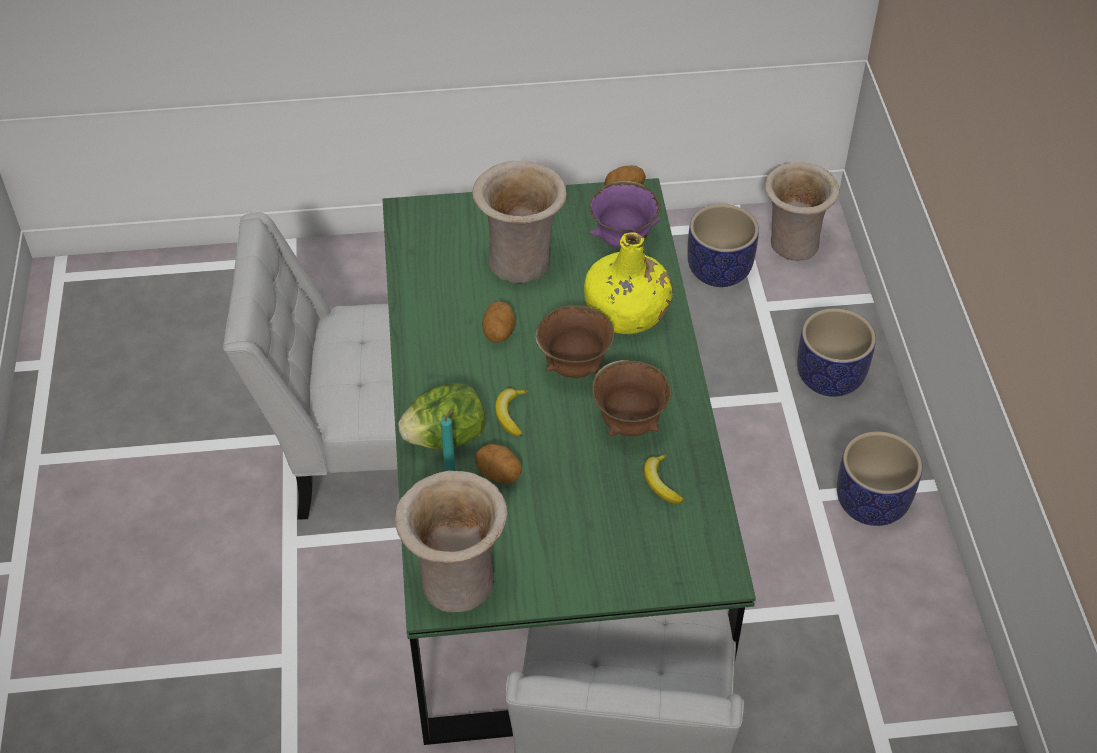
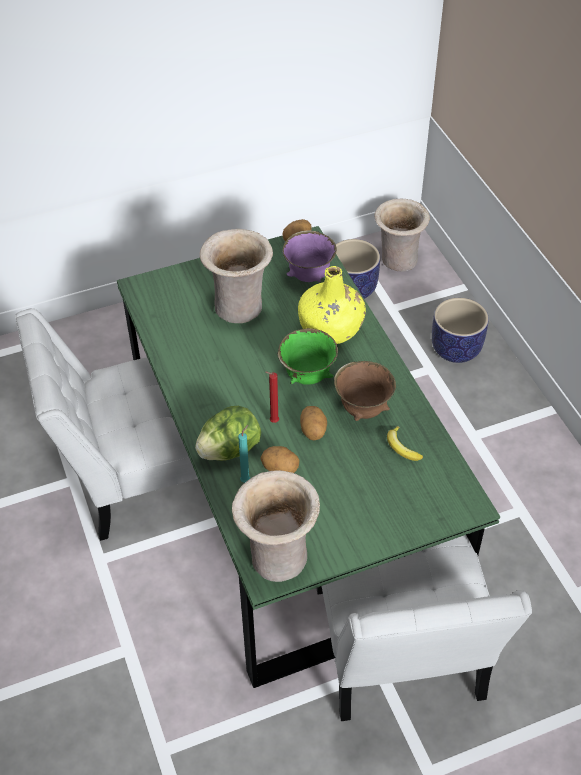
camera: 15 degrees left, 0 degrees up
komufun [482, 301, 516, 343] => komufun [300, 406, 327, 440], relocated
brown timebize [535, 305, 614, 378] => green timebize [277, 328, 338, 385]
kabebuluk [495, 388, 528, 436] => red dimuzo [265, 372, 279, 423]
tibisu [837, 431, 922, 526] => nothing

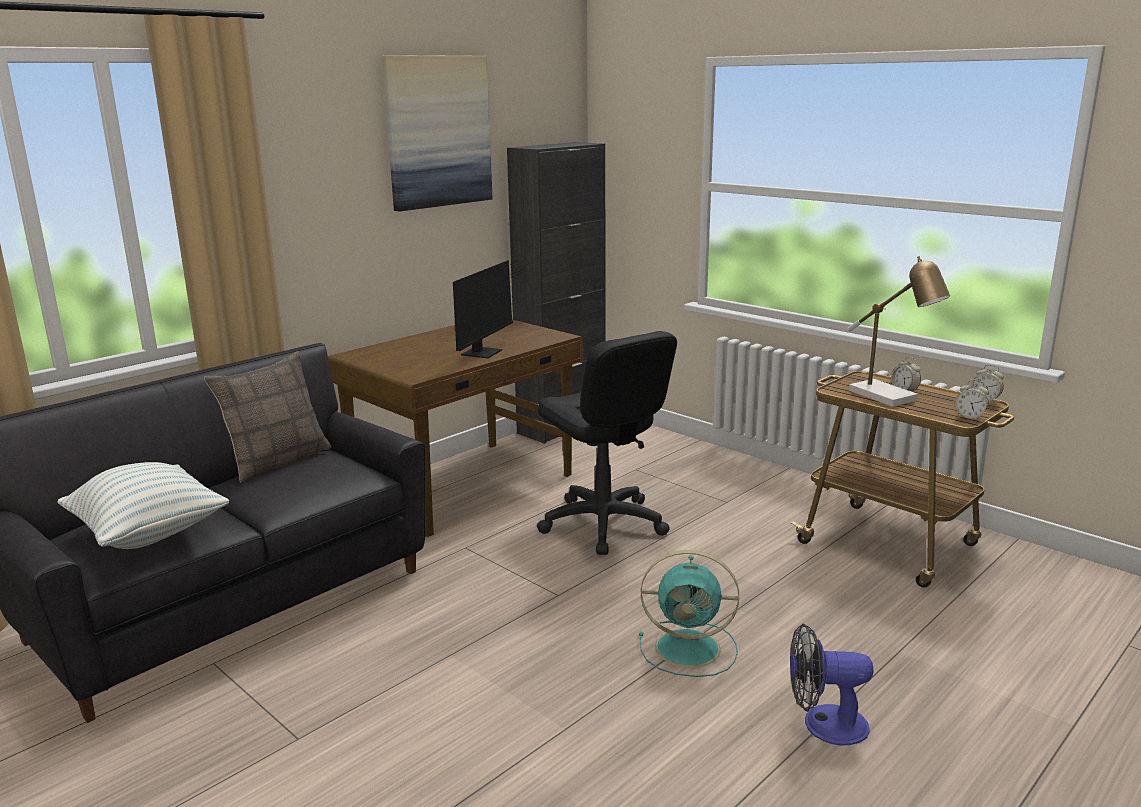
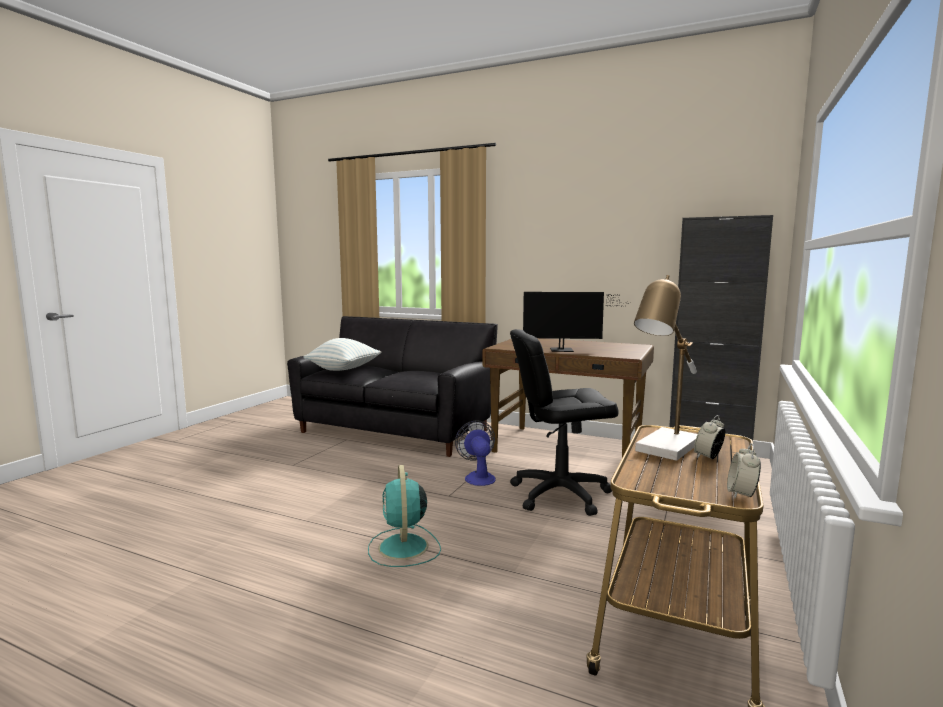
camera: 70 degrees right, 10 degrees down
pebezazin [382, 55, 493, 212] => nothing
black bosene [537, 331, 677, 555] => black bosene [510, 329, 619, 516], 45 degrees clockwise
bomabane [204, 351, 331, 483] => nothing
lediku [955, 380, 989, 420] => nothing
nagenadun [790, 624, 874, 745] => nagenadun [455, 420, 496, 486], relocated

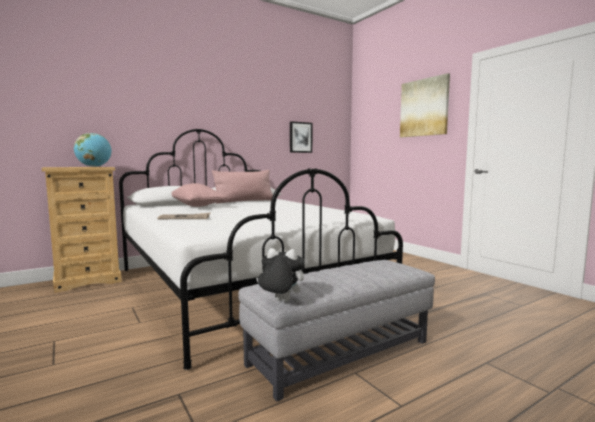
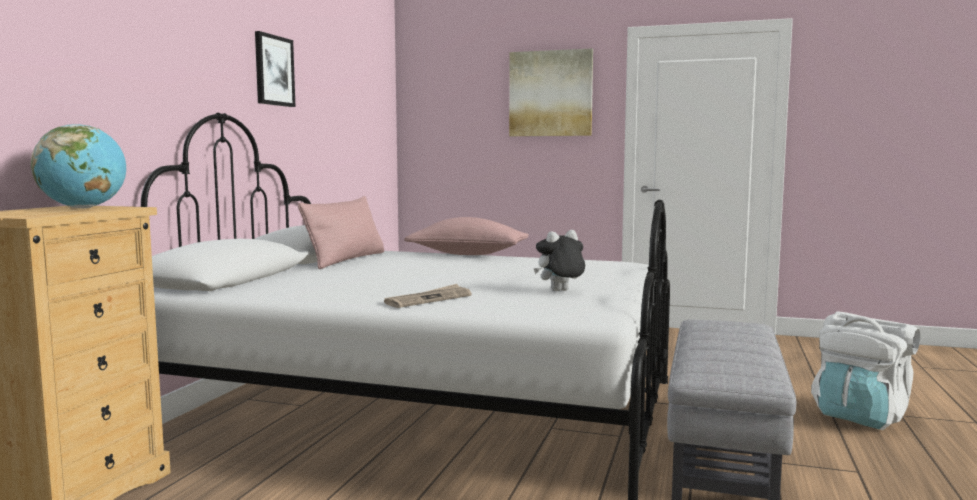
camera: 40 degrees left, 0 degrees up
pebezazin [290, 121, 312, 153] => pebezazin [255, 31, 296, 107], relocated
pink bomabane [172, 183, 227, 207] => pink bomabane [404, 217, 529, 255], relocated
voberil [256, 248, 305, 302] => voberil [533, 230, 585, 291], relocated
nothing => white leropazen [811, 311, 920, 430]

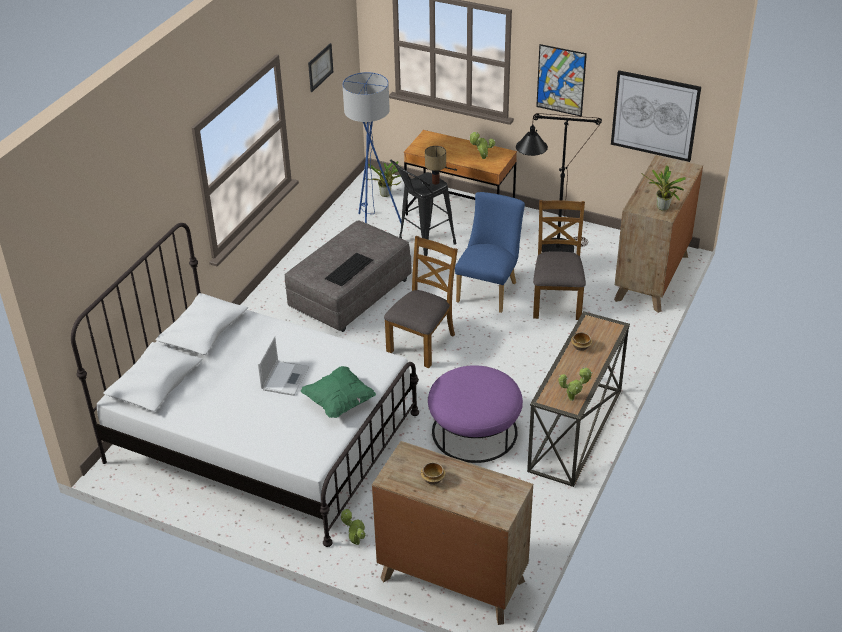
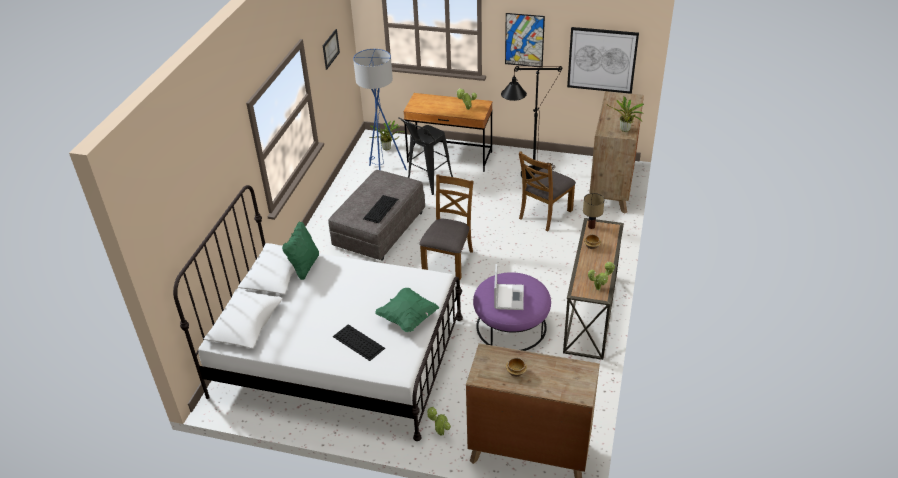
camera: 10 degrees left, 0 degrees up
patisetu [425, 146, 446, 185] => patisetu [583, 193, 605, 229], relocated
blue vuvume [455, 192, 525, 313] => nothing
brown vuvume [533, 200, 586, 320] => brown vuvume [519, 151, 576, 232], 135 degrees counterclockwise
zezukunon [258, 336, 309, 396] => zezukunon [494, 264, 524, 310], relocated
nothing => green bomabane [282, 221, 319, 280]
nothing => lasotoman [333, 324, 385, 361]

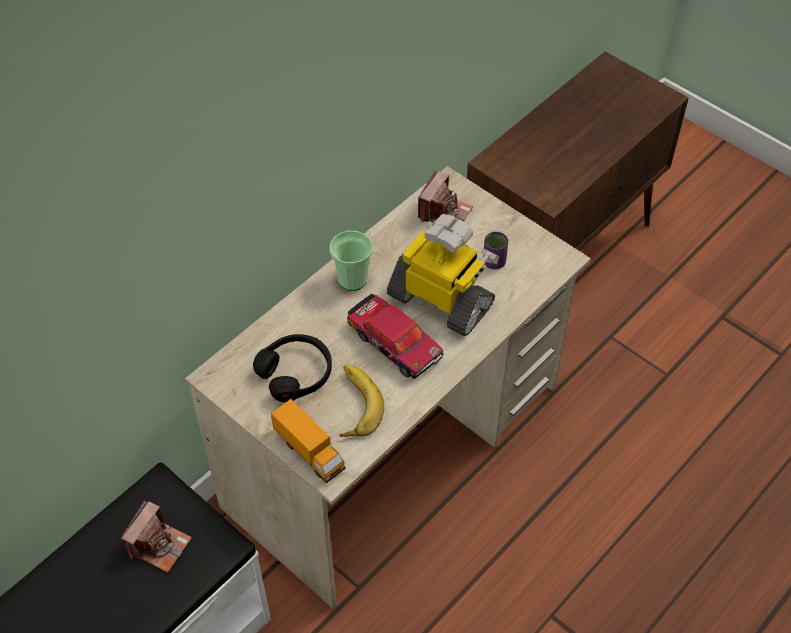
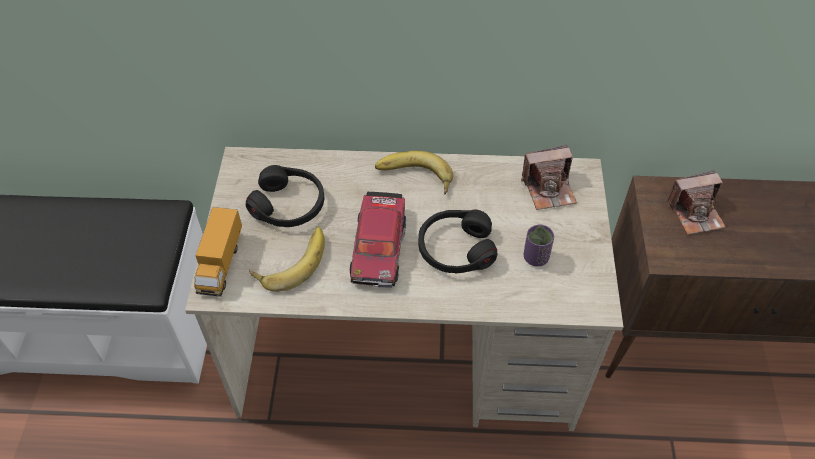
camera: 50 degrees right, 0 degrees up
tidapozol [387, 214, 499, 336] => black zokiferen [418, 210, 498, 273]
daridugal [329, 231, 373, 291] => kabebuluk [375, 151, 453, 194]
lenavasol [121, 500, 192, 573] => lenavasol [667, 170, 725, 235], relocated

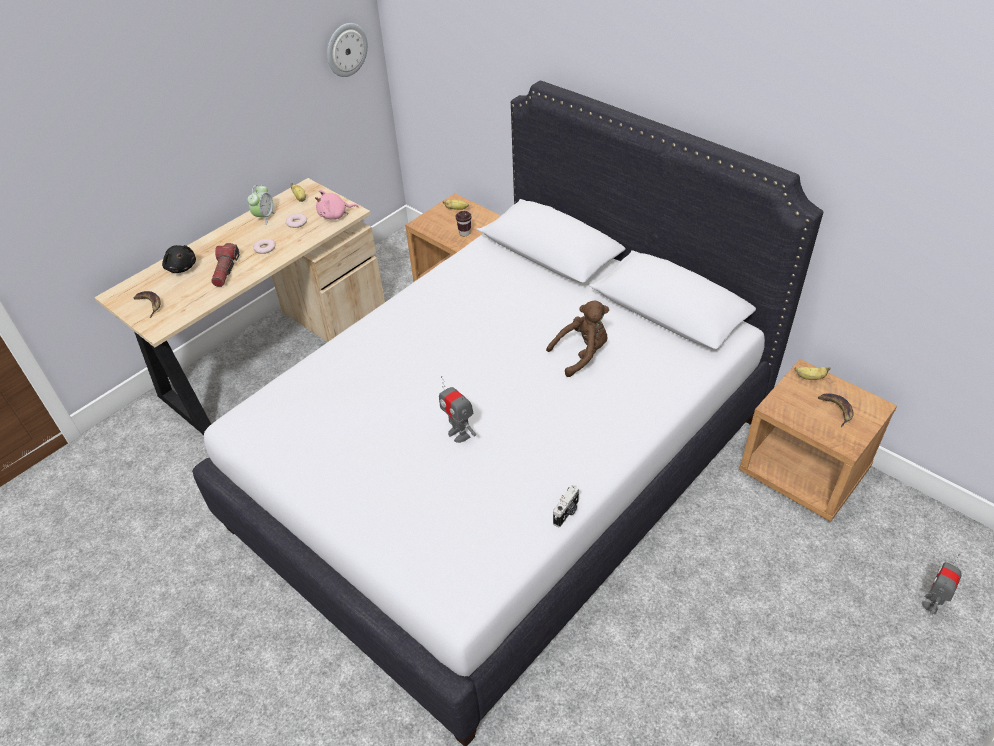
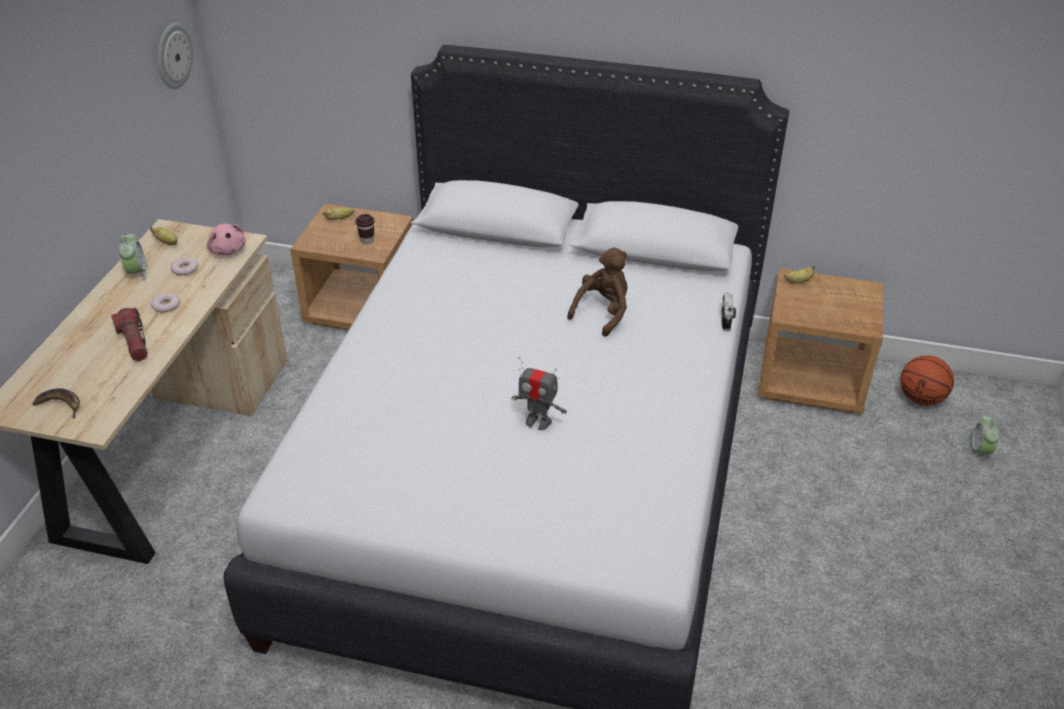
camera: 30 degrees left, 5 degrees down
pink voberil [315, 190, 359, 220] => pink voberil [206, 224, 246, 256], 75 degrees counterclockwise
black voberil [162, 245, 196, 273] => nothing
kabebuluk [818, 393, 854, 427] => nothing
lenavasol [553, 485, 579, 527] => lenavasol [721, 292, 736, 331], relocated
tidapozol [922, 554, 962, 614] => lediku [969, 415, 999, 461]
nothing => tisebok [900, 355, 954, 406]

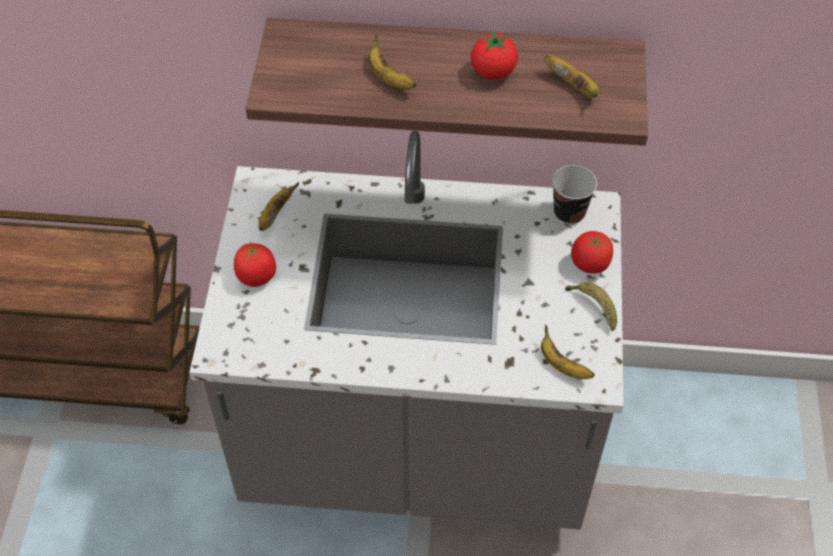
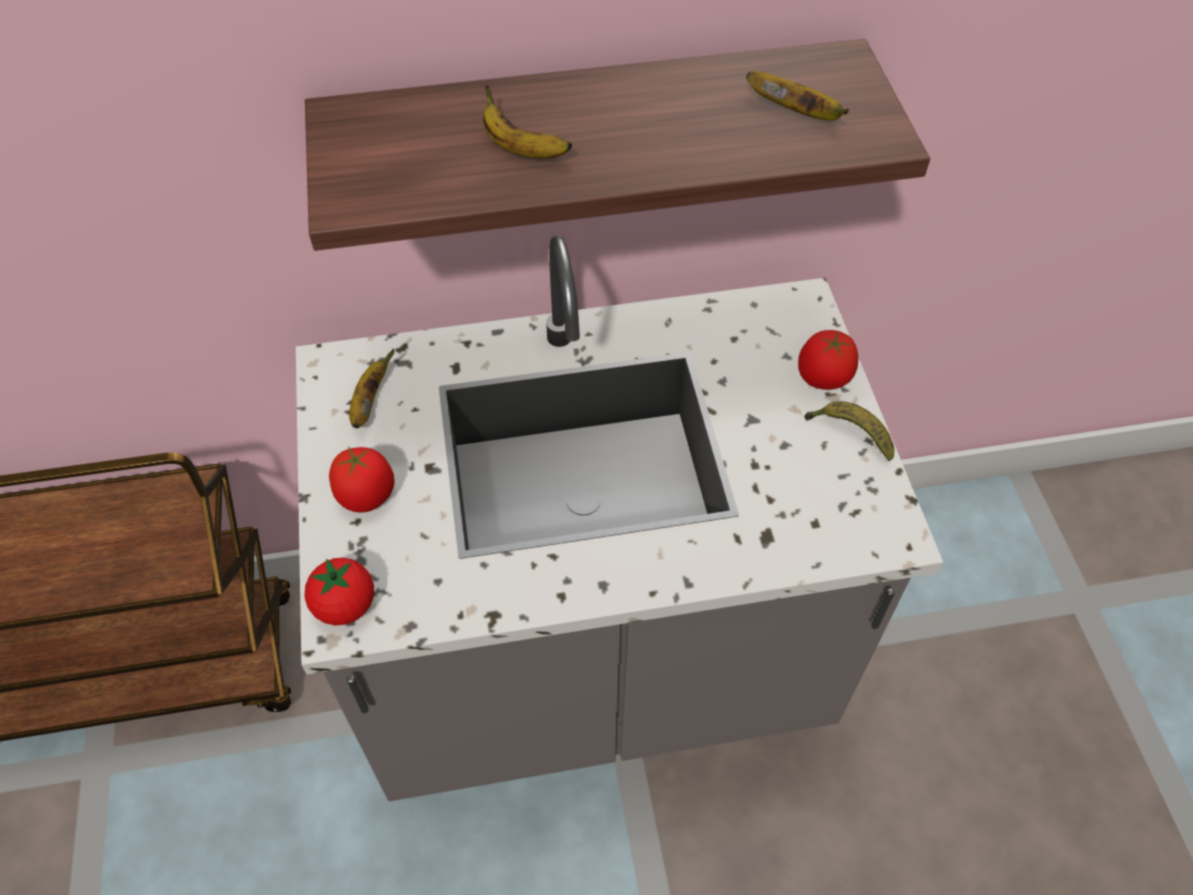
camera: 15 degrees left, 0 degrees up
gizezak [471, 30, 518, 80] => gizezak [304, 558, 374, 625], relocated
daridugal [552, 165, 597, 224] => nothing
kabebuluk [541, 324, 595, 379] => nothing

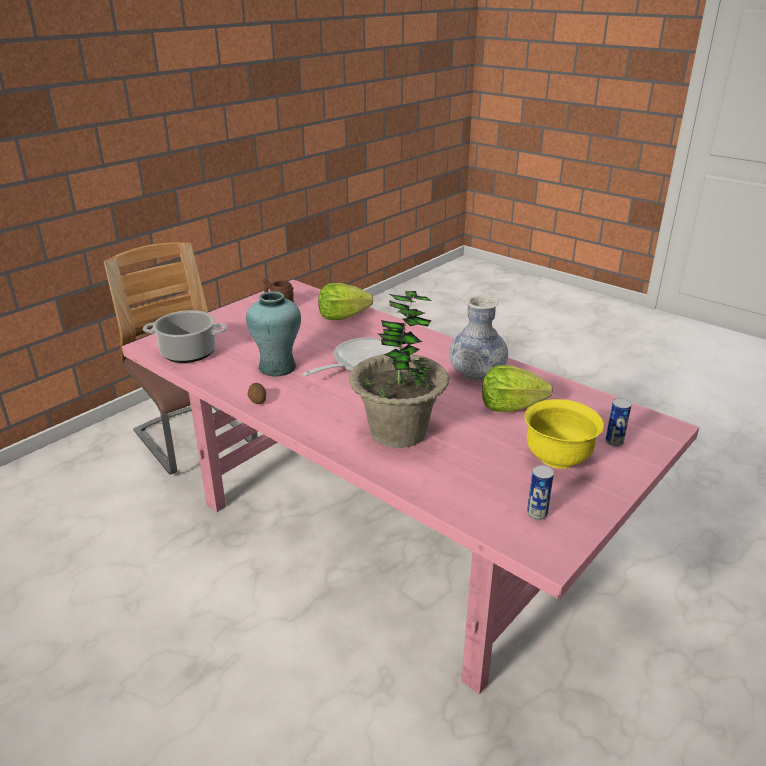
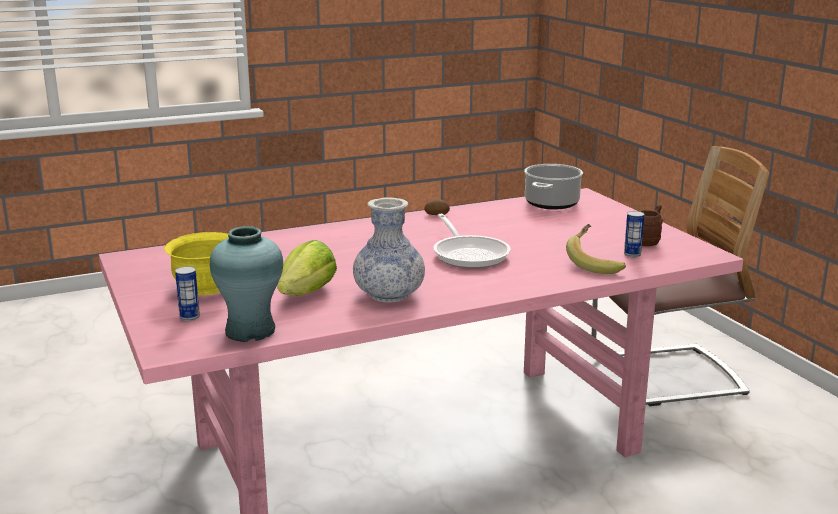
camera: 115 degrees right, 10 degrees down
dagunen [318, 283, 374, 320] => kabebuluk [566, 224, 626, 274]
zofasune [349, 291, 449, 448] => nothing
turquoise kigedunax [246, 292, 301, 377] => turquoise kigedunax [210, 226, 283, 342], relocated
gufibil [527, 465, 554, 520] => gufibil [624, 211, 644, 257], relocated

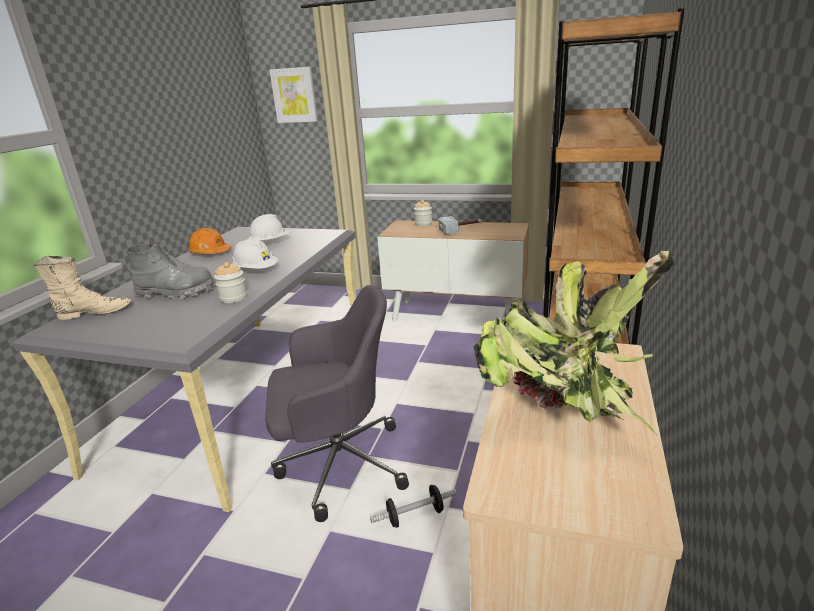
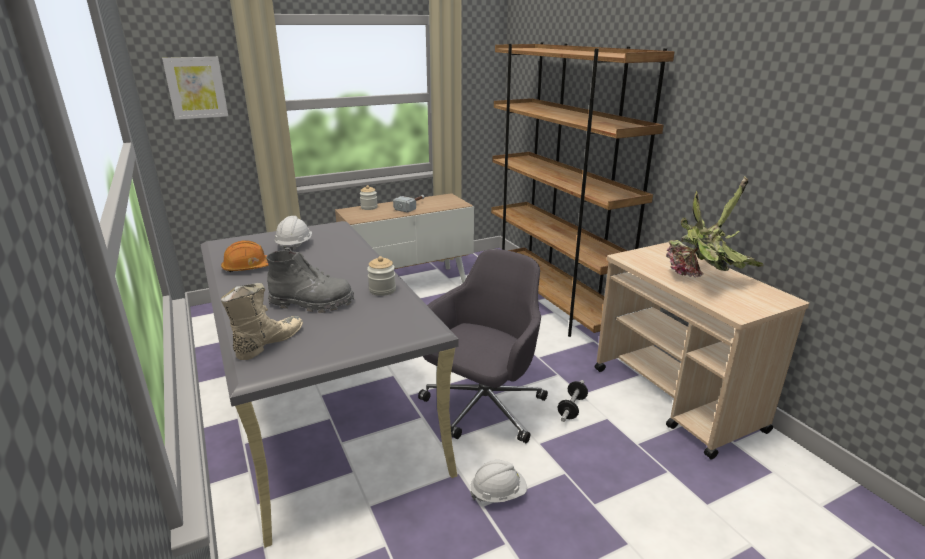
camera: 45 degrees left, 0 degrees up
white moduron [232, 238, 278, 269] => white moduron [470, 460, 527, 503], relocated
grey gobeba [126, 244, 215, 299] => grey gobeba [266, 250, 354, 313], 45 degrees clockwise

